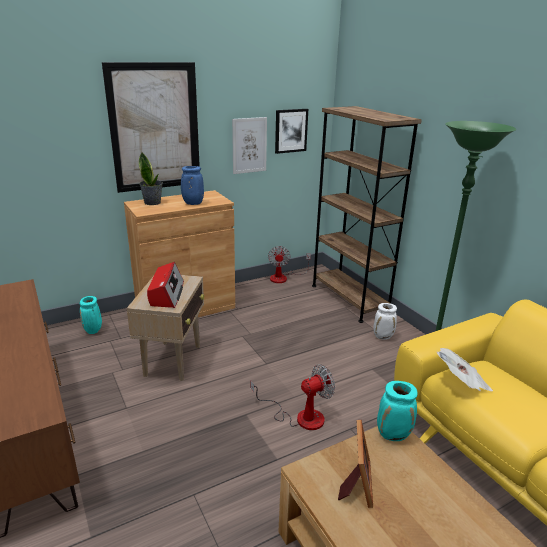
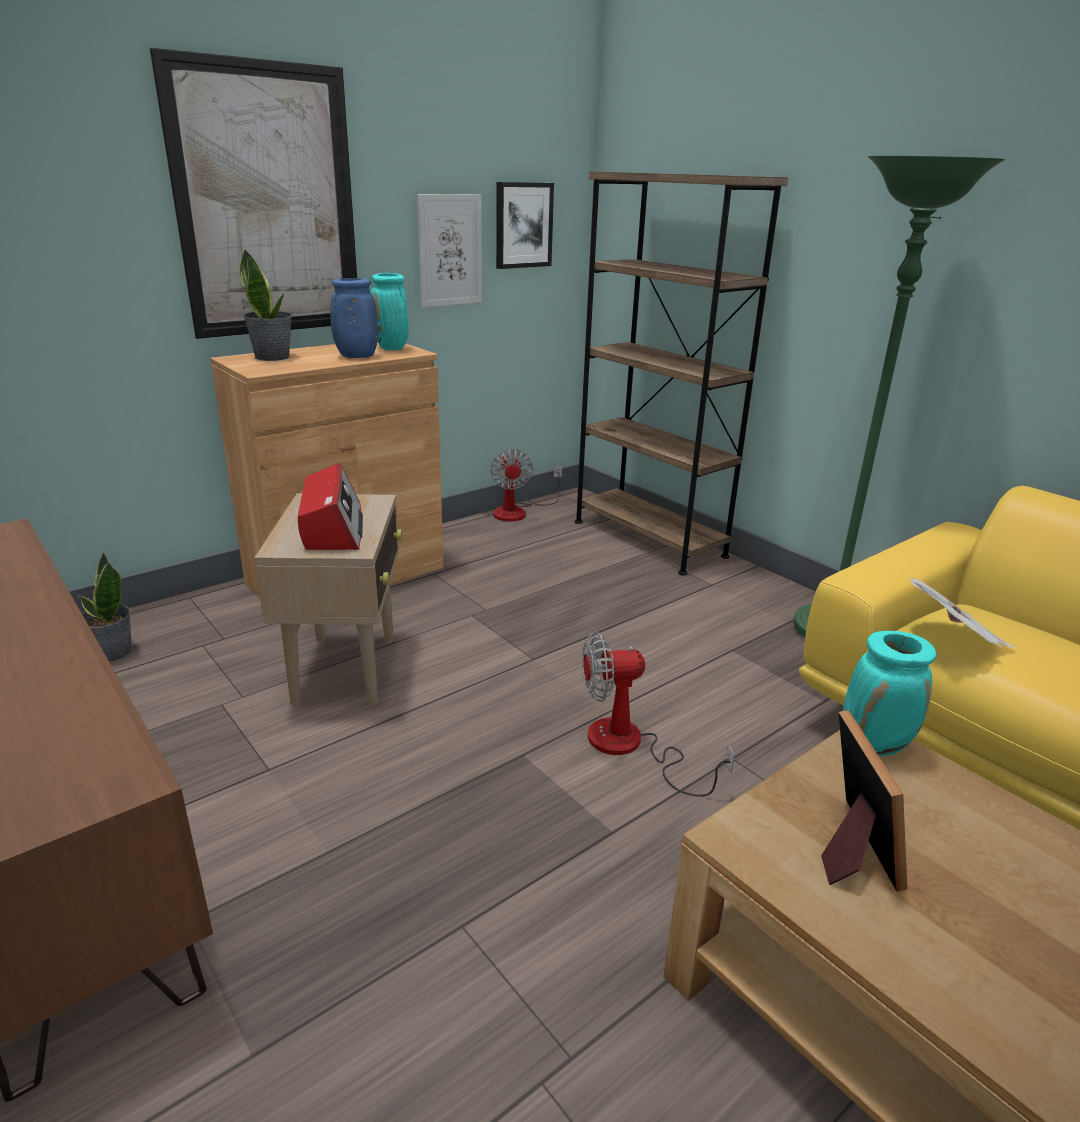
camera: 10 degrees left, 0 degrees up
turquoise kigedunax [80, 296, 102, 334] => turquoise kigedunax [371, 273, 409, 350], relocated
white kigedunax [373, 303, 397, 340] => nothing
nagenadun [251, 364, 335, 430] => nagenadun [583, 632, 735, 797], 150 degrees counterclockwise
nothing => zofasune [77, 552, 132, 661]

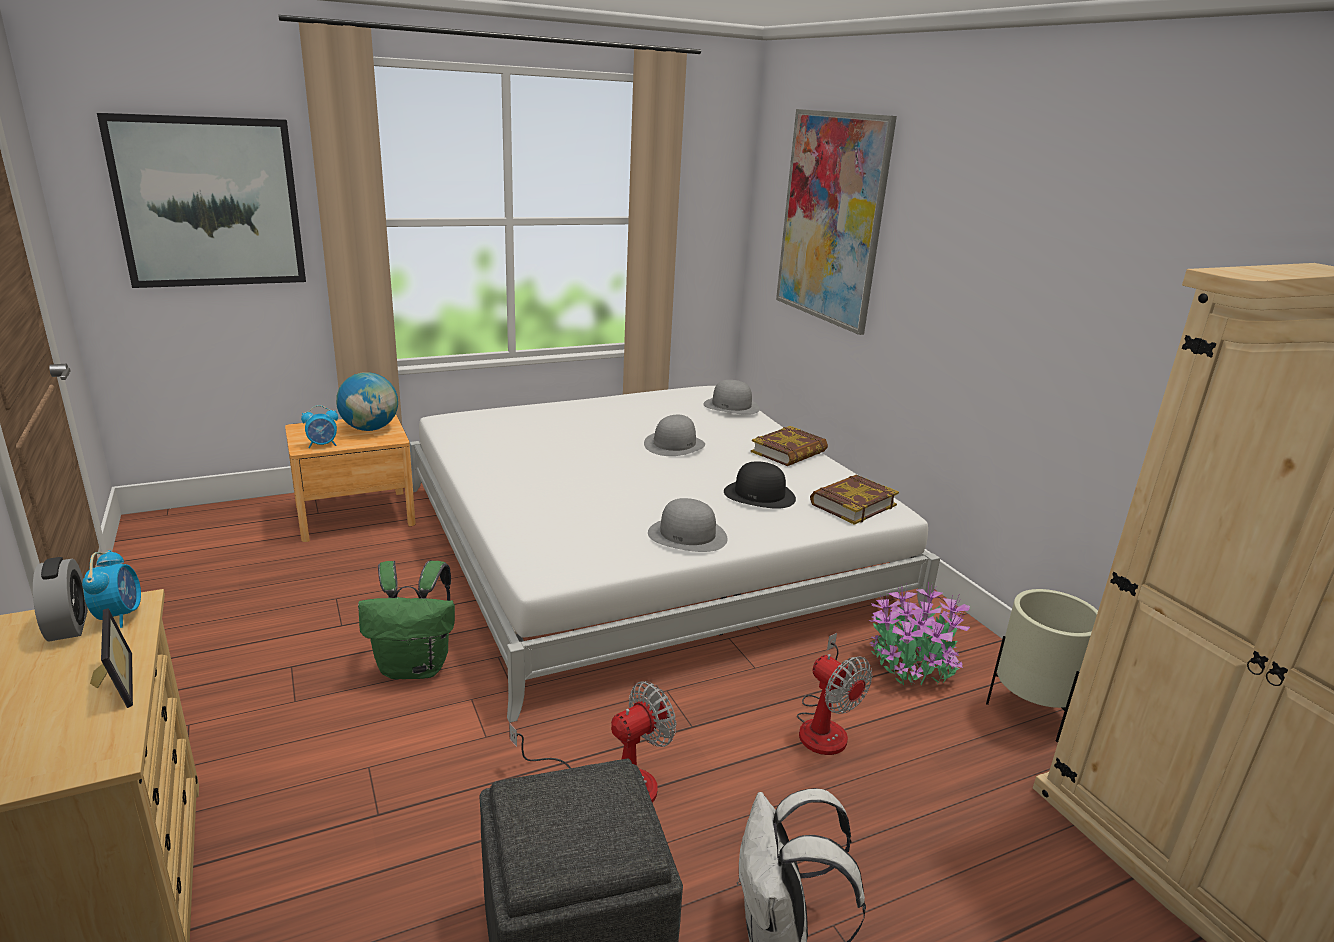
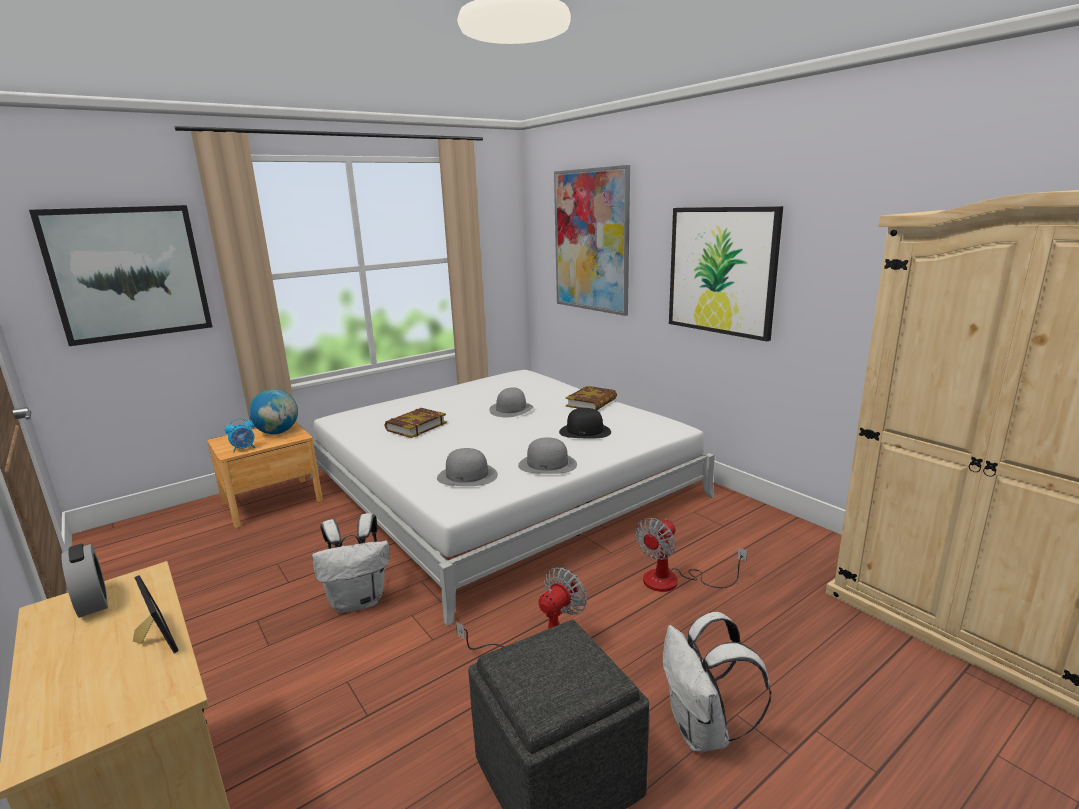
camera: 10 degrees left, 5 degrees down
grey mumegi [703, 380, 760, 415] => grey mumegi [437, 448, 498, 486], relocated
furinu [810, 475, 899, 525] => furinu [385, 408, 447, 438], relocated
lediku [82, 550, 141, 628] => nothing
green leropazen [358, 560, 455, 679] => white leropazen [312, 513, 390, 613]
zofasune [869, 581, 970, 685] => nothing
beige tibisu [986, 589, 1098, 742] => nothing
nagenadun [797, 633, 872, 755] => nagenadun [635, 518, 747, 592], 90 degrees clockwise
nothing => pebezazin [669, 206, 783, 341]

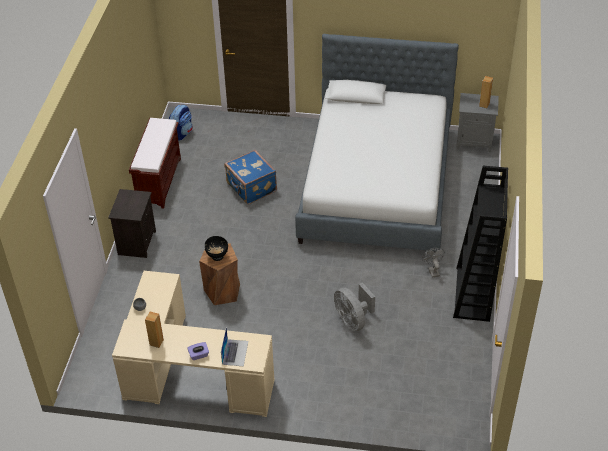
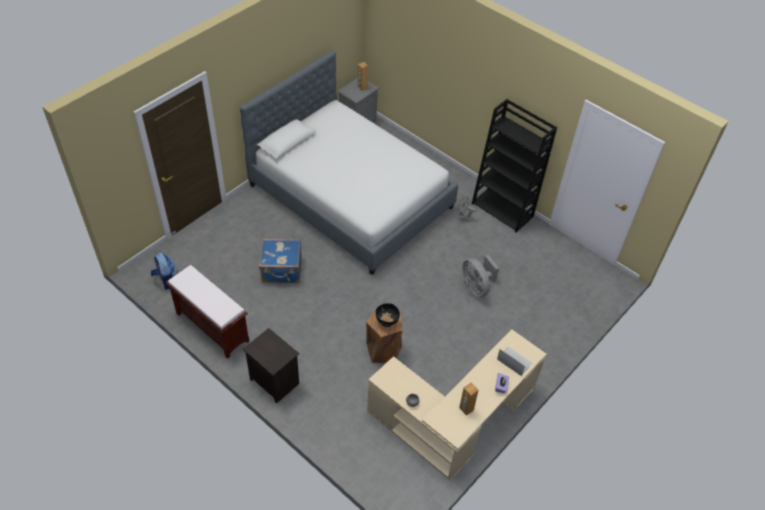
camera: 60 degrees left, 5 degrees up
grey nagenadun [334, 282, 375, 331] => grey nagenadun [462, 255, 499, 297], 60 degrees clockwise

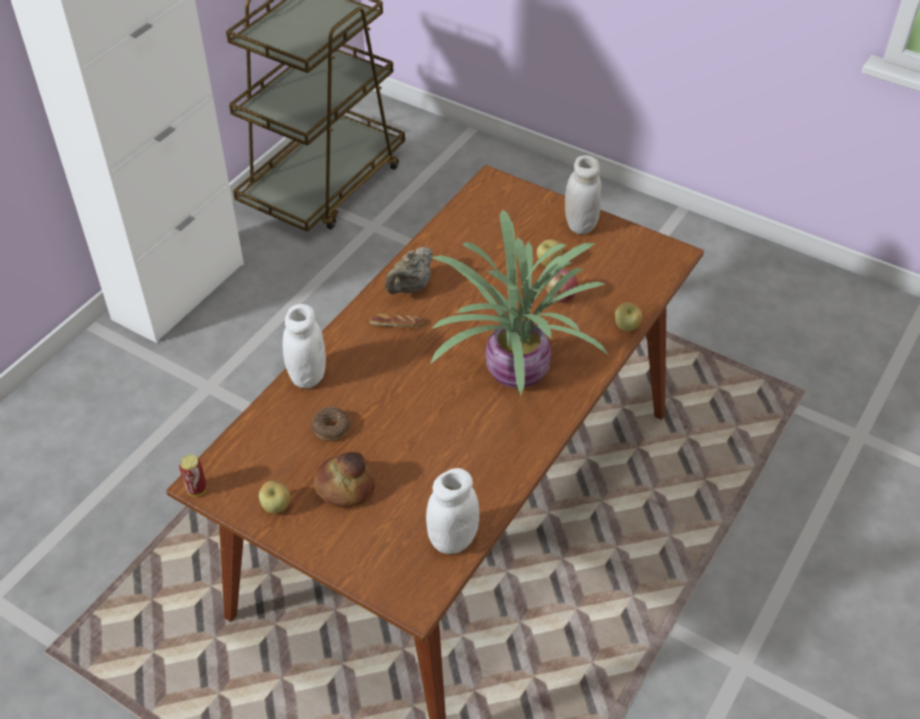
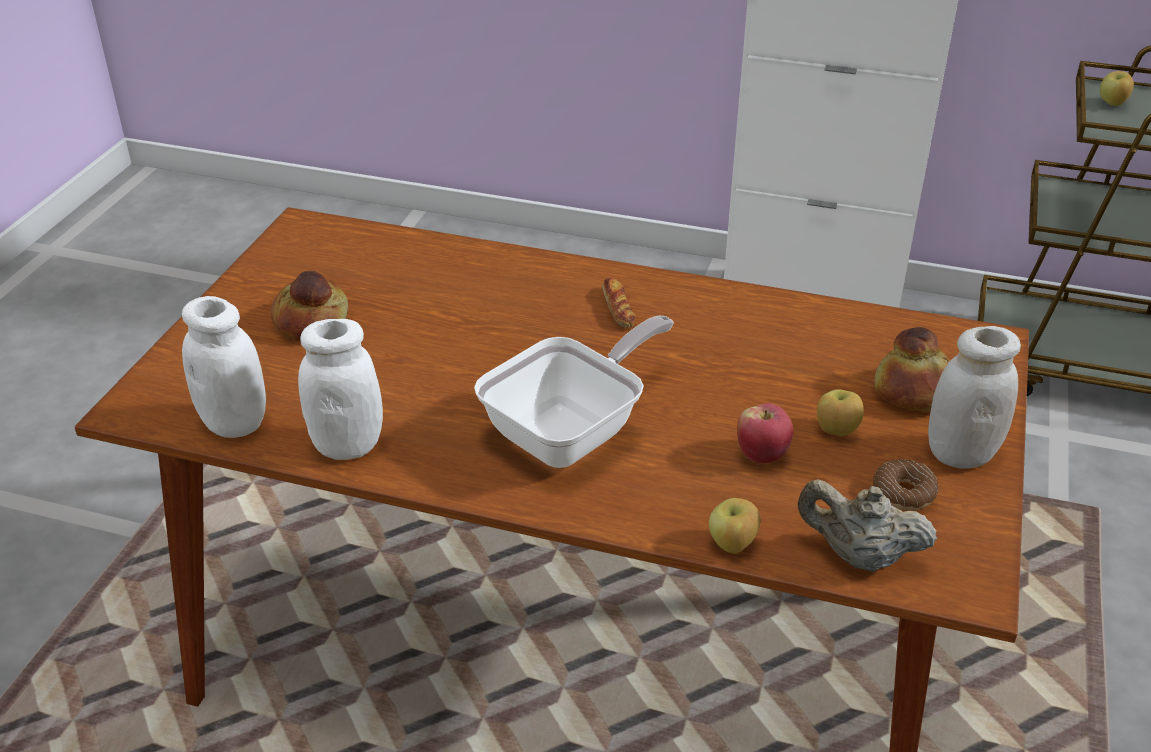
camera: 75 degrees right, 10 degrees down
zofasune [430, 209, 608, 395] => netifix [474, 316, 674, 468]
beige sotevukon [385, 247, 433, 294] => beige sotevukon [797, 479, 937, 572], relocated
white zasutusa [283, 304, 326, 388] => white zasutusa [298, 319, 383, 460], relocated
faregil [311, 407, 350, 440] => faregil [873, 459, 939, 510], relocated
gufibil [179, 455, 207, 496] => nothing
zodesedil [259, 480, 291, 513] => zodesedil [1100, 71, 1134, 106], relocated
nothing => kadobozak [875, 327, 950, 412]

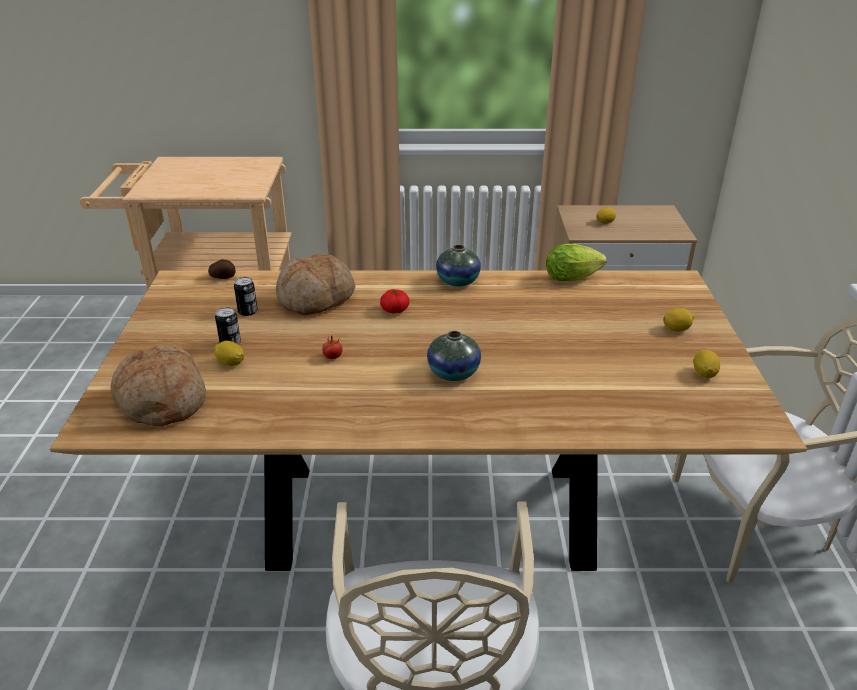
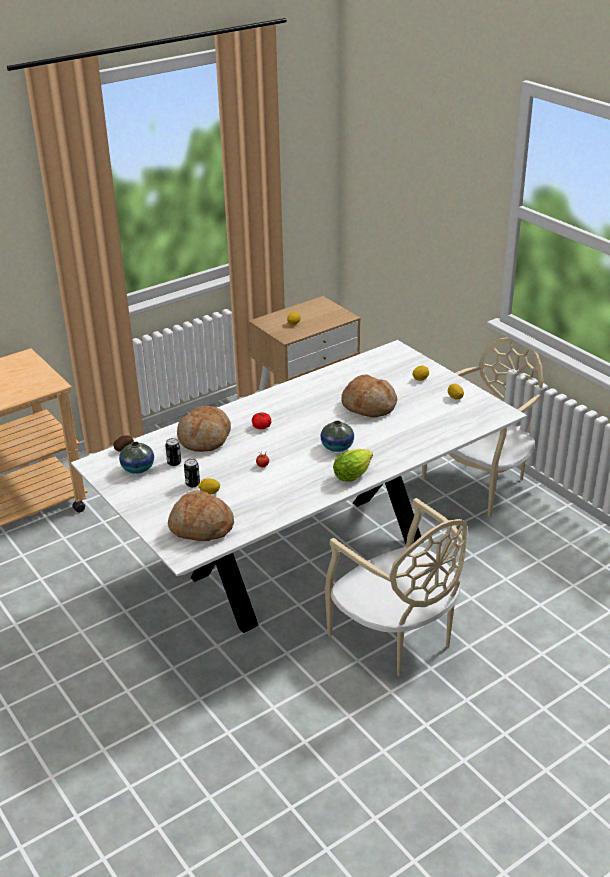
camera: 35 degrees left, 0 degrees up
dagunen [546, 244, 607, 281] => dagunen [333, 449, 373, 481], relocated
kigedunax [436, 245, 481, 287] => kigedunax [119, 442, 154, 474], relocated
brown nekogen [50, 270, 807, 571] => white nekogen [71, 340, 527, 633]
nothing => kadobozak [341, 374, 397, 417]

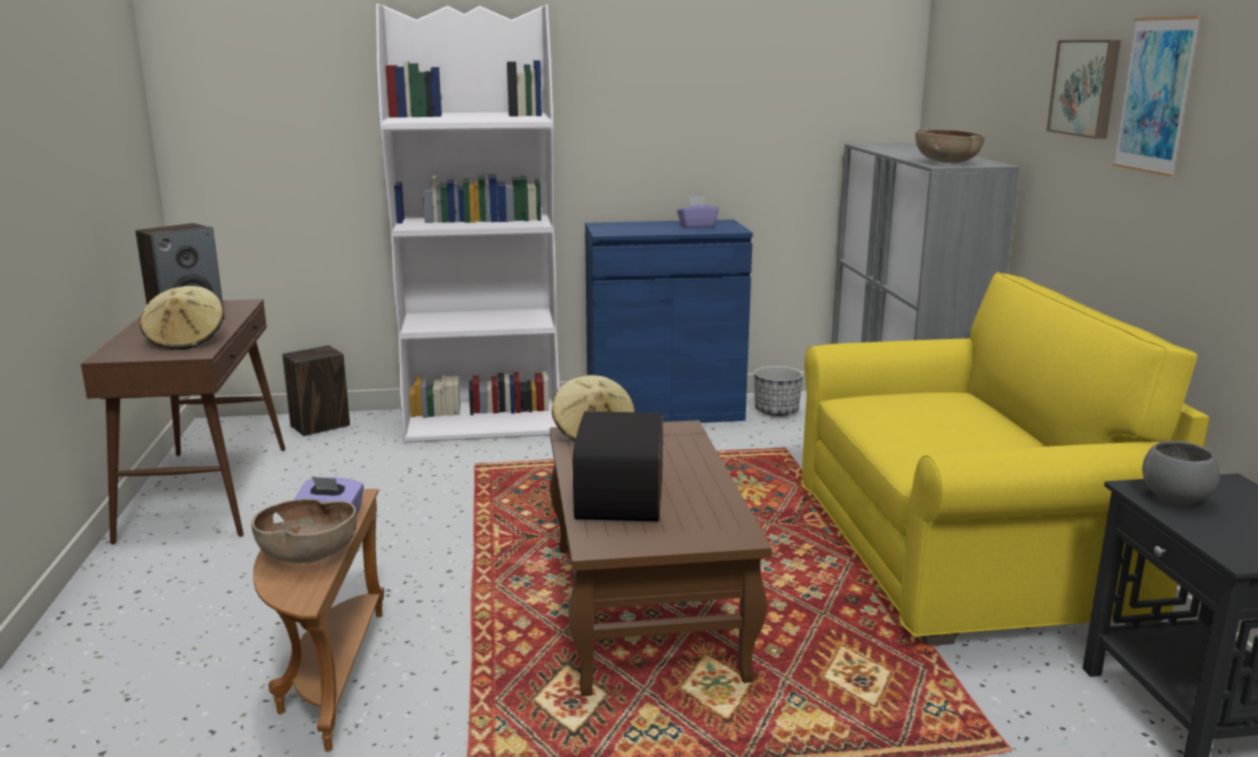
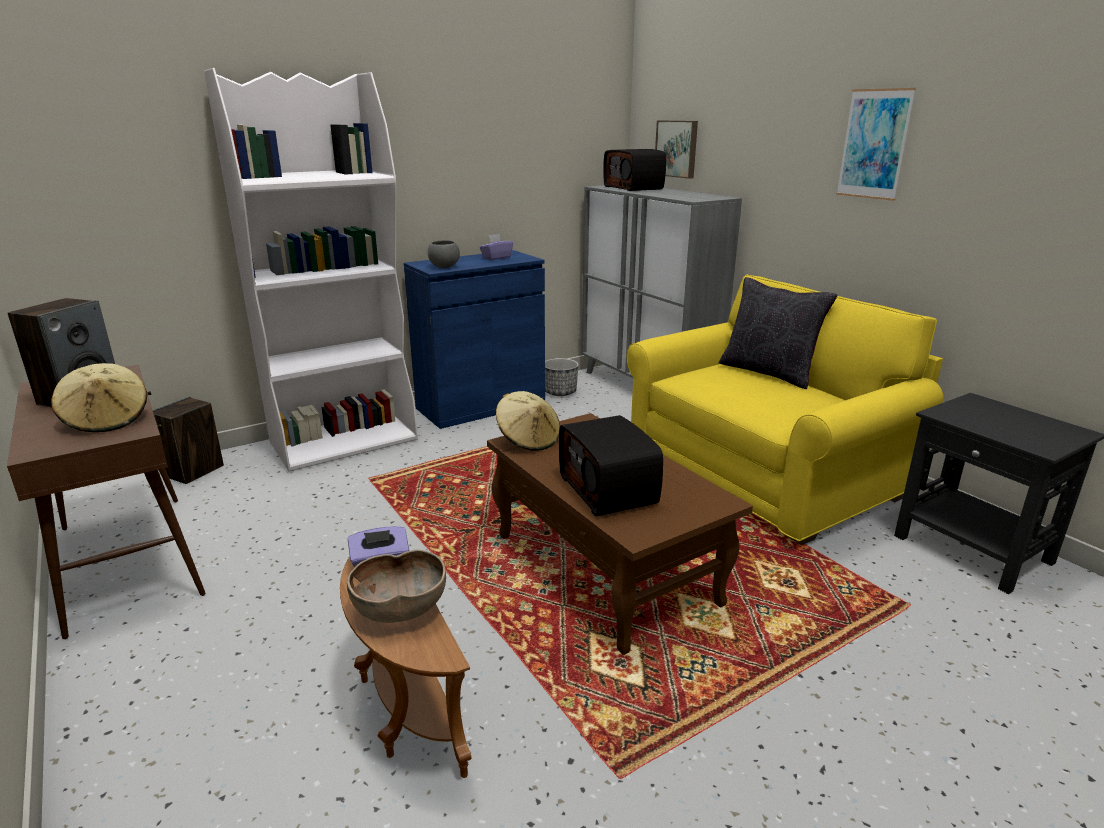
camera: 25 degrees left, 5 degrees up
pebezazin [1047, 40, 1121, 139] => pebezazin [655, 120, 698, 179], relocated
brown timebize [915, 129, 985, 163] => nothing
grey timebize [1142, 441, 1220, 504] => grey timebize [428, 240, 460, 268], relocated
nothing => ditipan [603, 149, 666, 191]
nothing => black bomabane [719, 277, 838, 389]

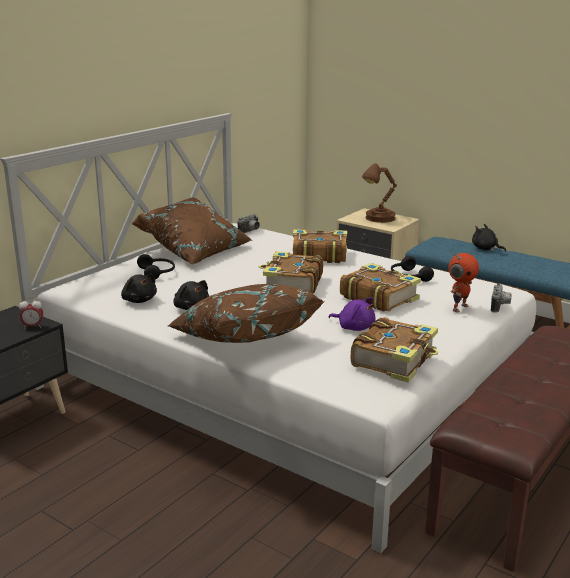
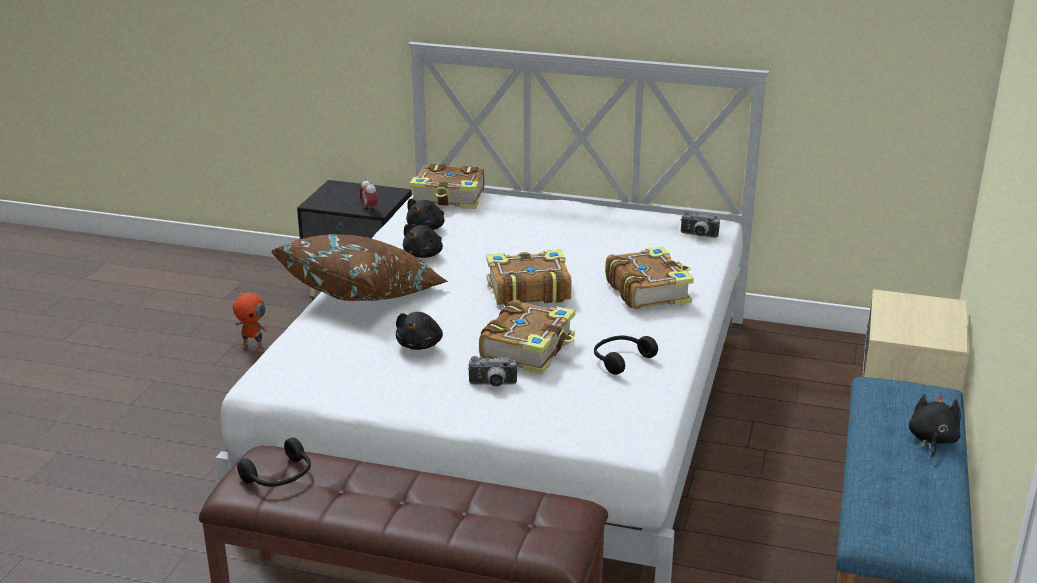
camera: 70 degrees right, 5 degrees up
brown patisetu [362, 163, 397, 223] => nothing
brown bomabane [131, 198, 252, 265] => nothing
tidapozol [448, 252, 479, 312] => tidapozol [233, 287, 268, 352], relocated
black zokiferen [137, 254, 175, 280] => black zokiferen [237, 438, 311, 487], relocated
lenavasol [491, 283, 512, 313] => lenavasol [468, 356, 518, 387], relocated
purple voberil [328, 297, 376, 331] => black voberil [396, 312, 443, 350]
furinu [351, 317, 438, 383] => furinu [410, 164, 484, 209], relocated

